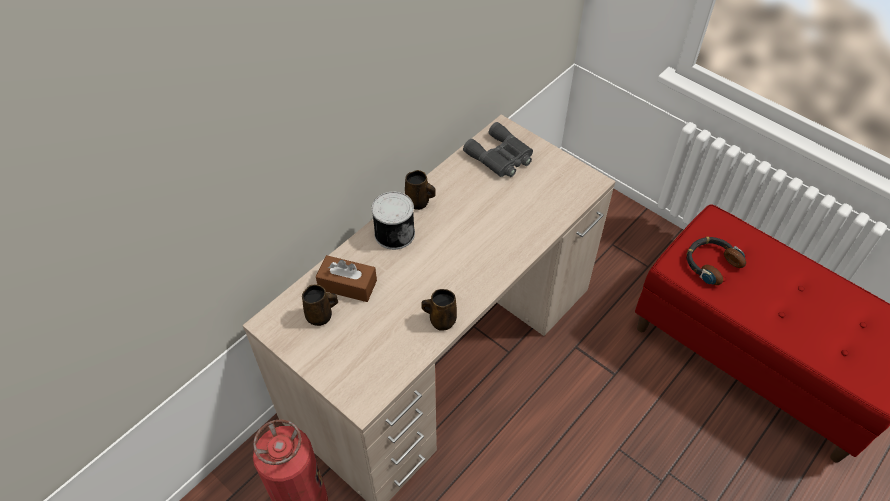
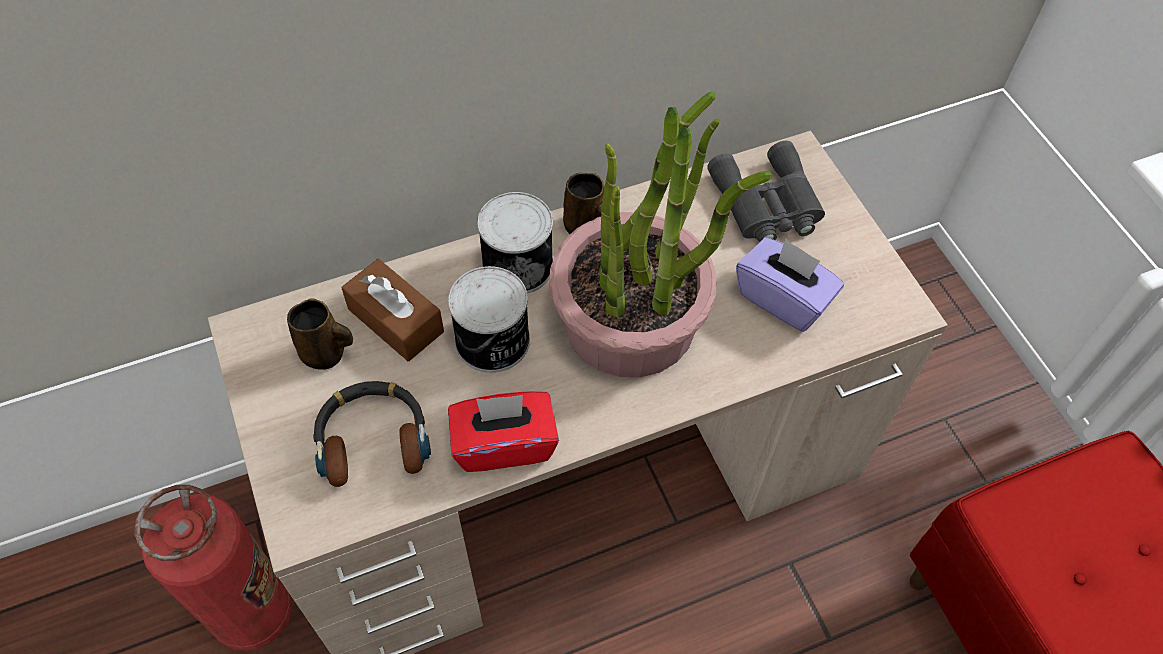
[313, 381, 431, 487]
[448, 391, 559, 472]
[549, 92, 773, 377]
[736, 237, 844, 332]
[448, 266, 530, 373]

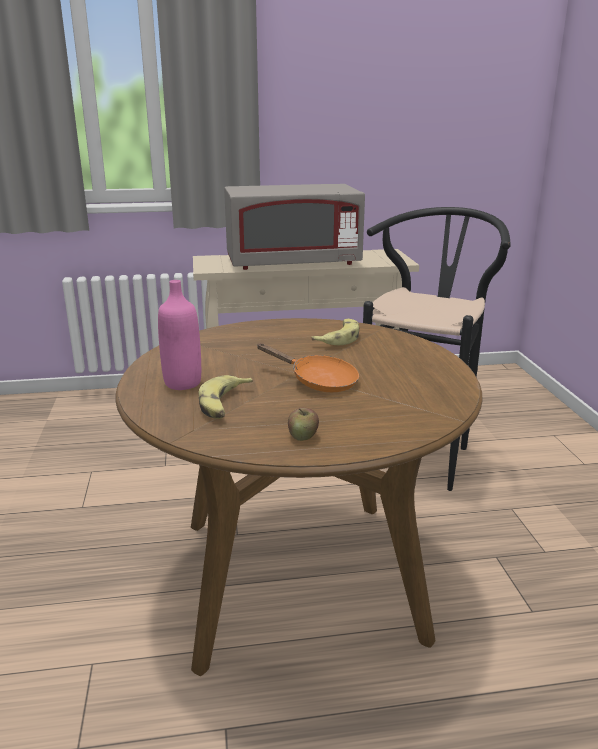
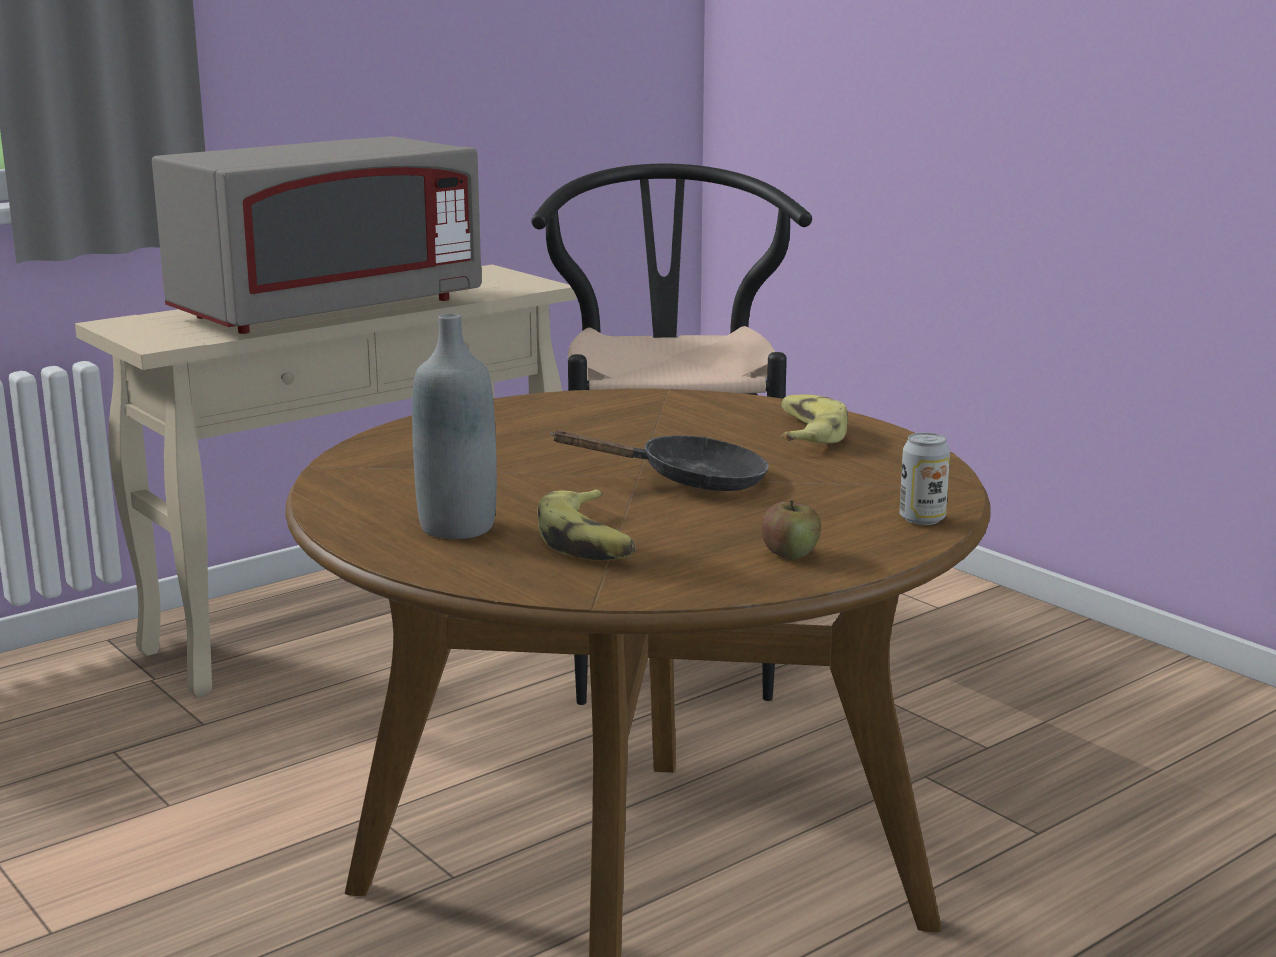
[412, 314, 497, 539]
[781, 395, 848, 443]
[550, 430, 769, 491]
[900, 433, 950, 525]

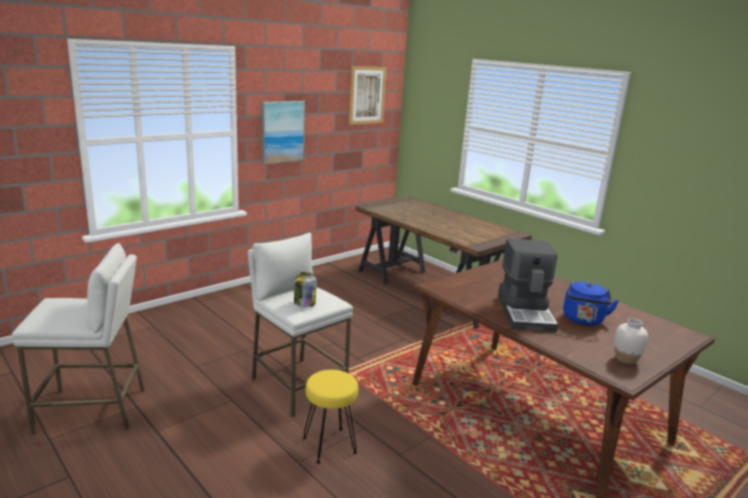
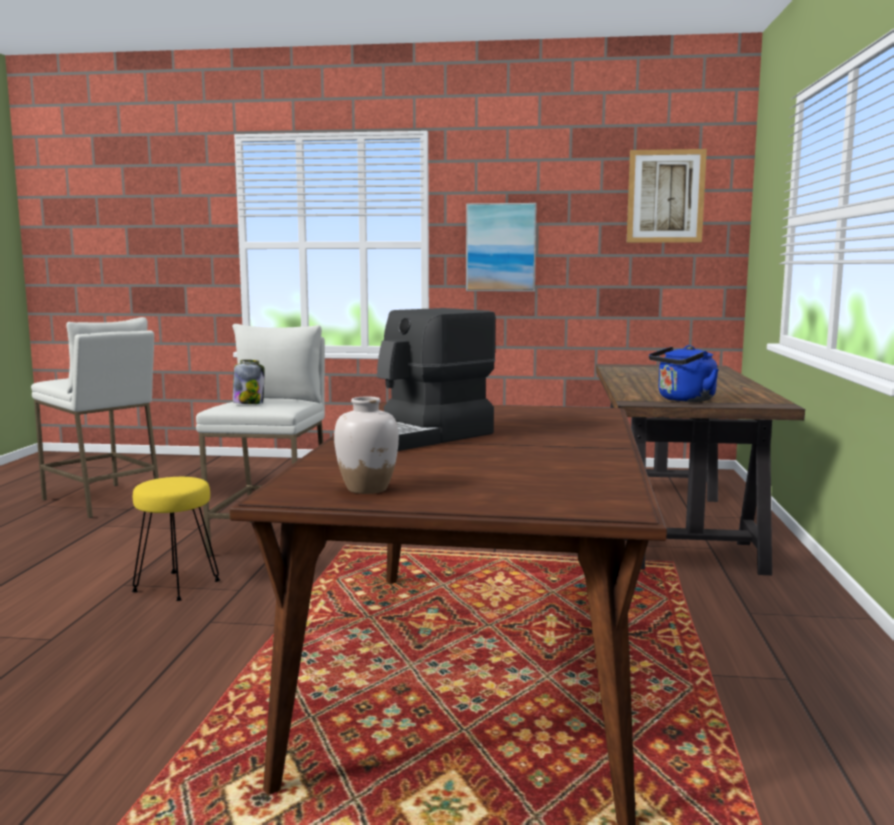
[649, 345, 719, 402]

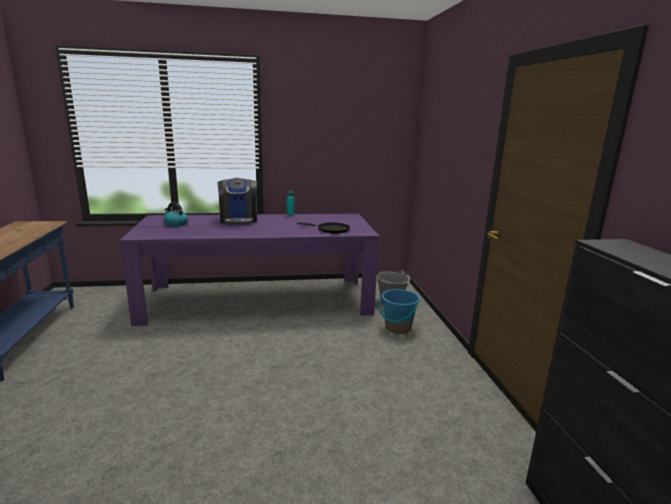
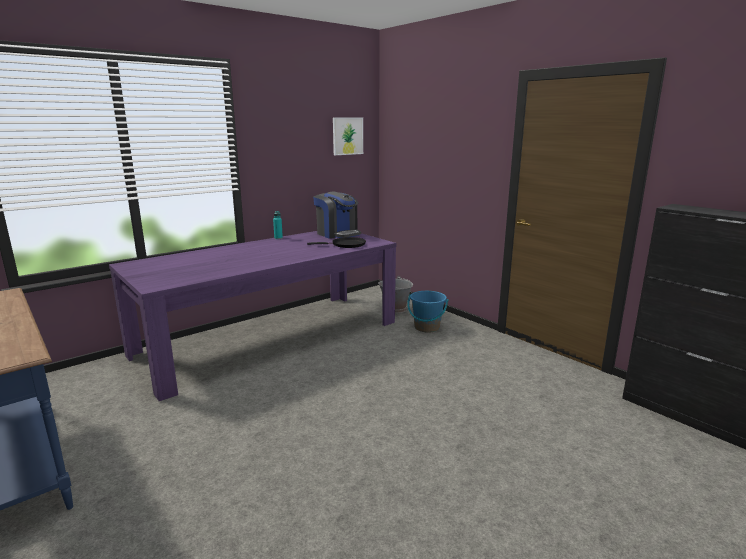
[313, 192, 361, 239]
[163, 202, 188, 226] (first image)
[333, 117, 363, 155]

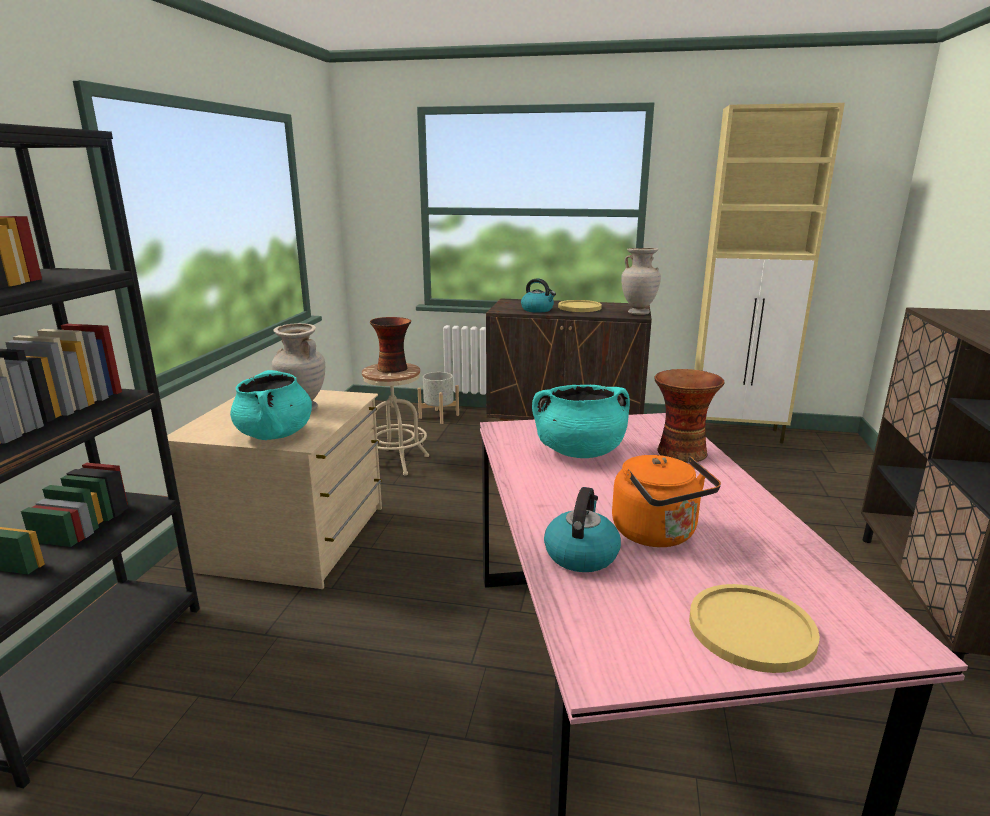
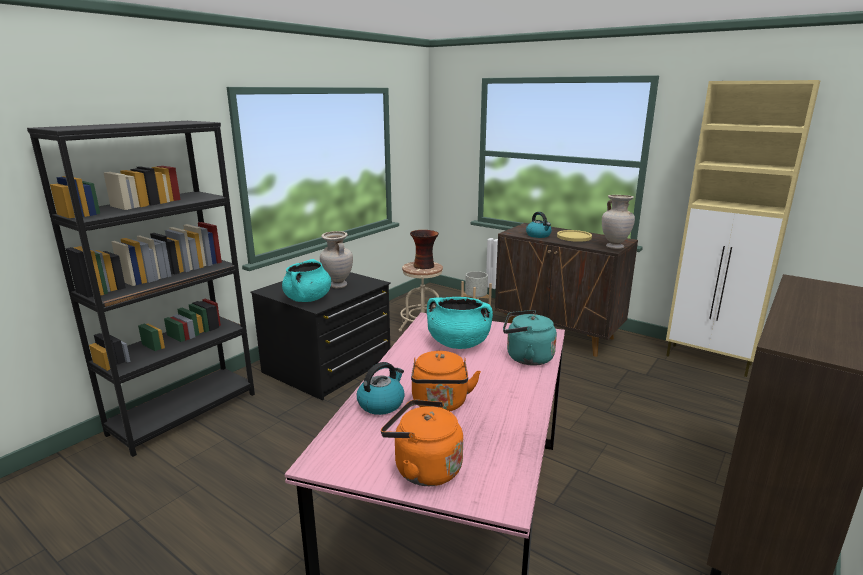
[503, 310, 557, 366]
[251, 272, 391, 400]
[381, 400, 463, 486]

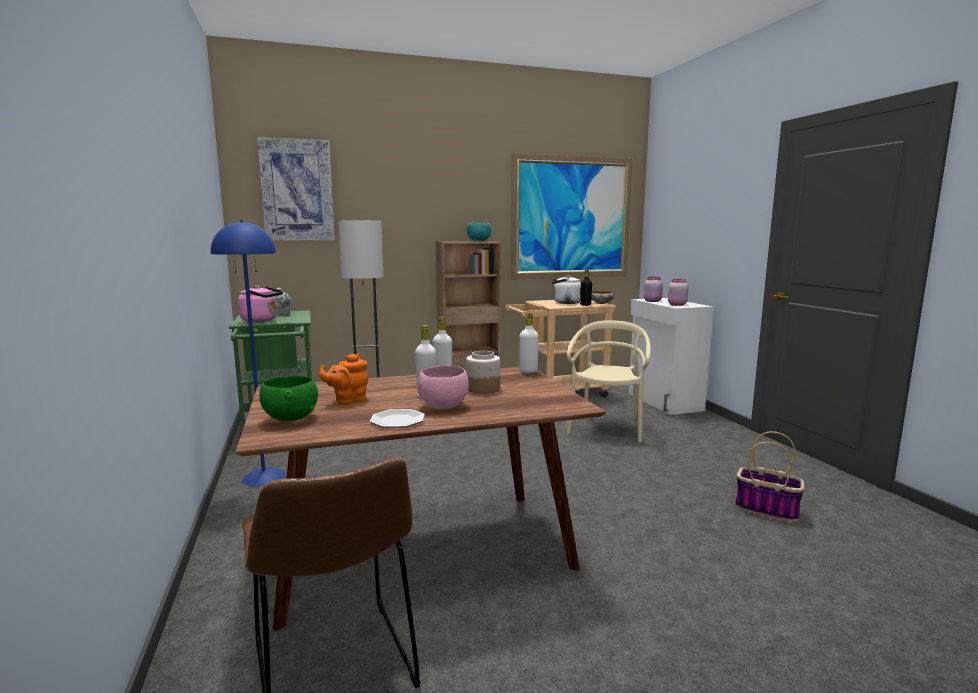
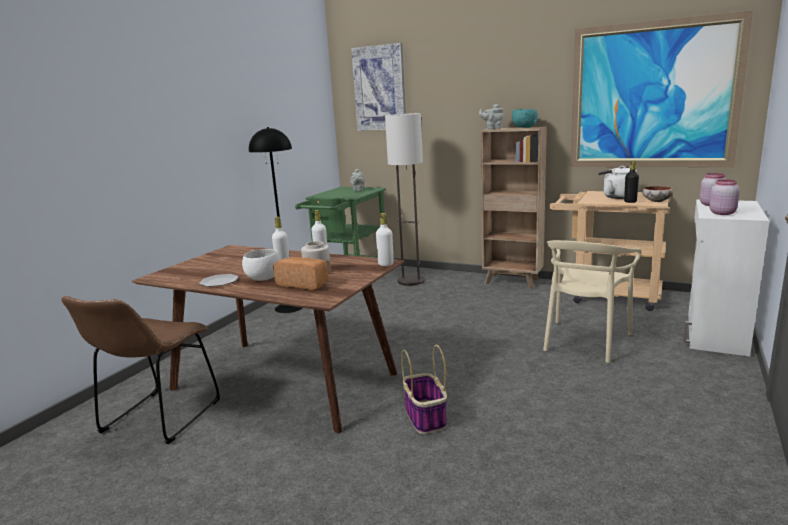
[249, 127, 302, 313]
[238, 286, 283, 322] (first image)
[543, 240, 642, 363]
[319, 353, 368, 405] (first image)
[242, 249, 281, 281]
[259, 376, 318, 421] (first image)
[401, 345, 447, 434]
[479, 104, 504, 129]
[273, 257, 328, 290]

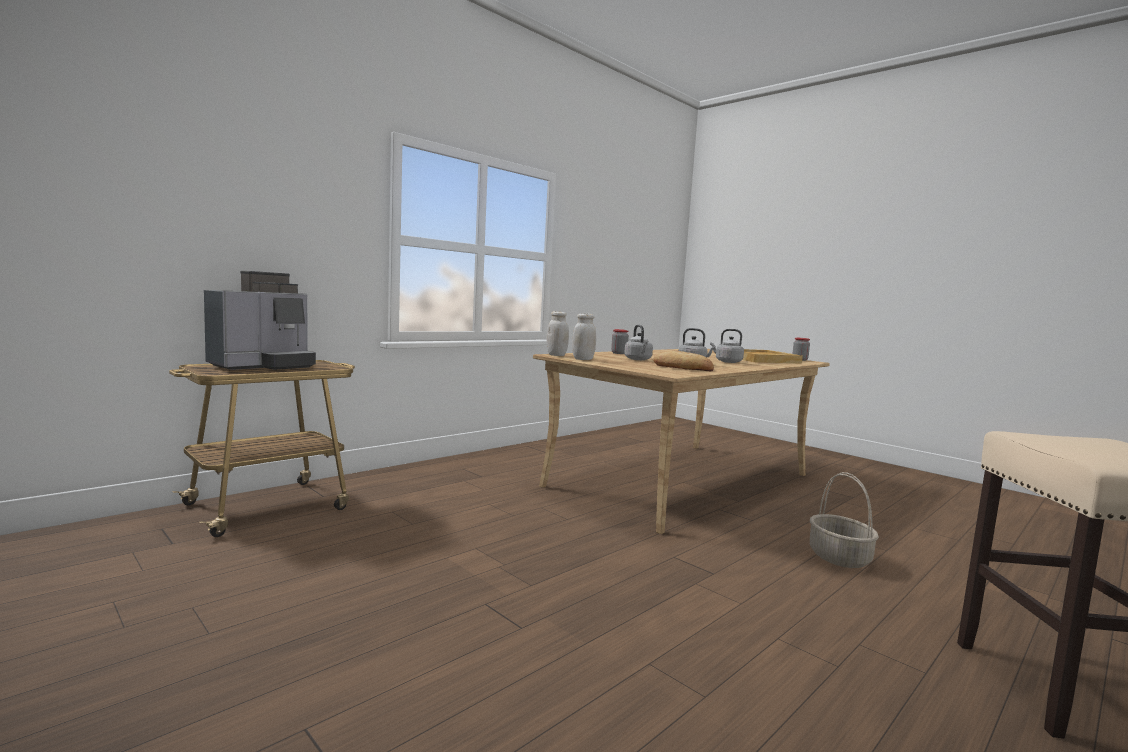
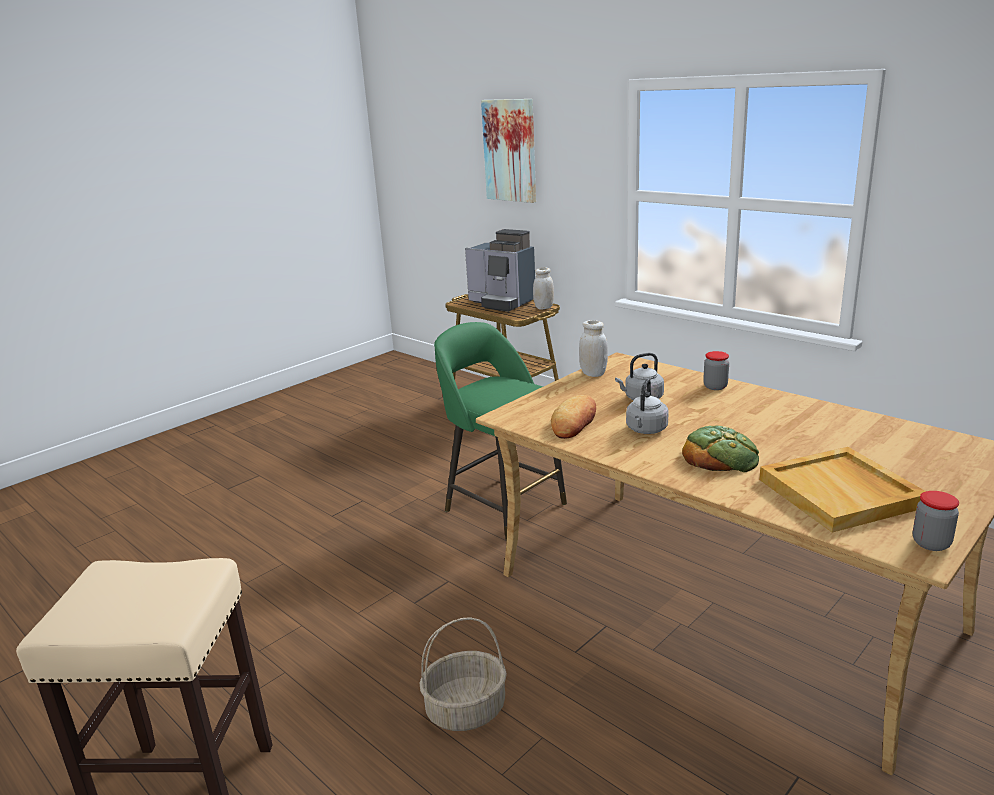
[533, 267, 554, 310]
[682, 426, 759, 472]
[481, 99, 536, 203]
[434, 322, 567, 540]

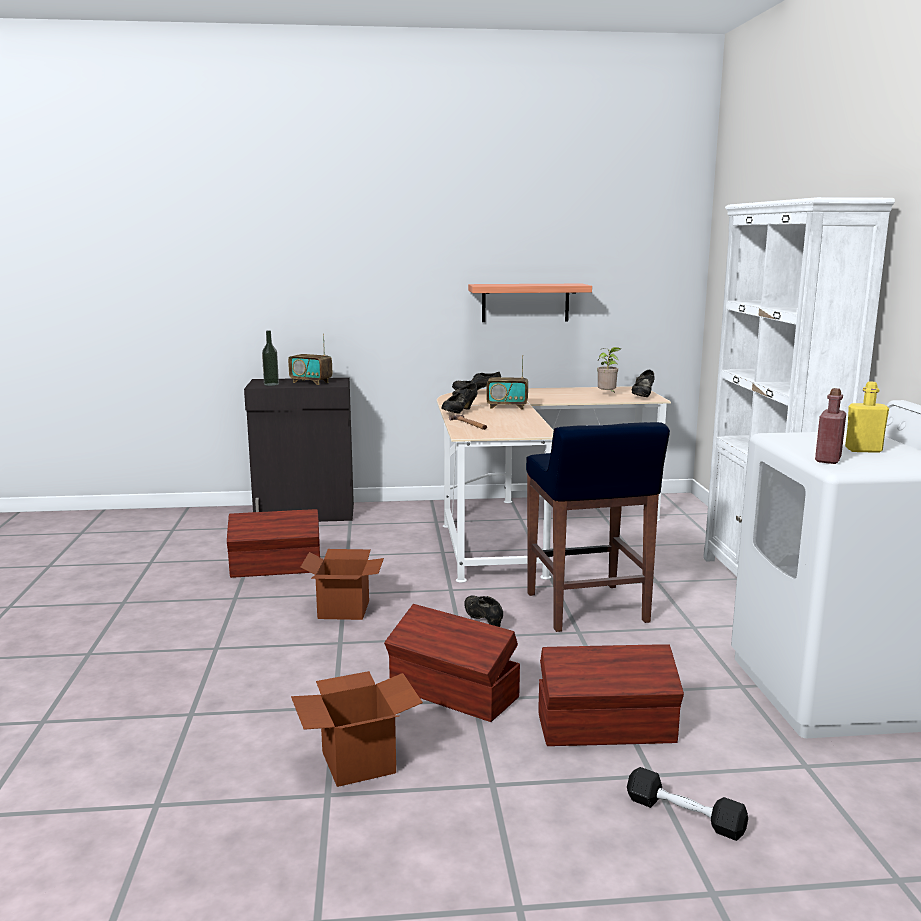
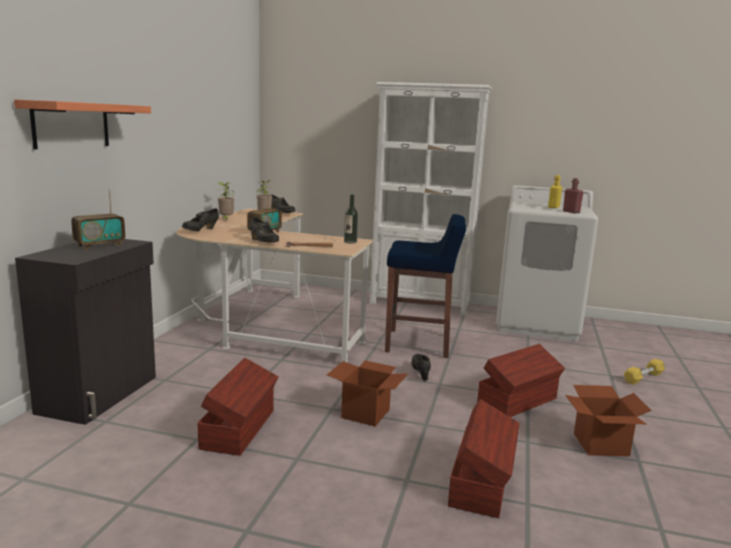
[14, 99, 151, 149]
[344, 195, 358, 244]
[411, 354, 431, 381]
[448, 399, 520, 518]
[624, 359, 665, 385]
[218, 182, 234, 220]

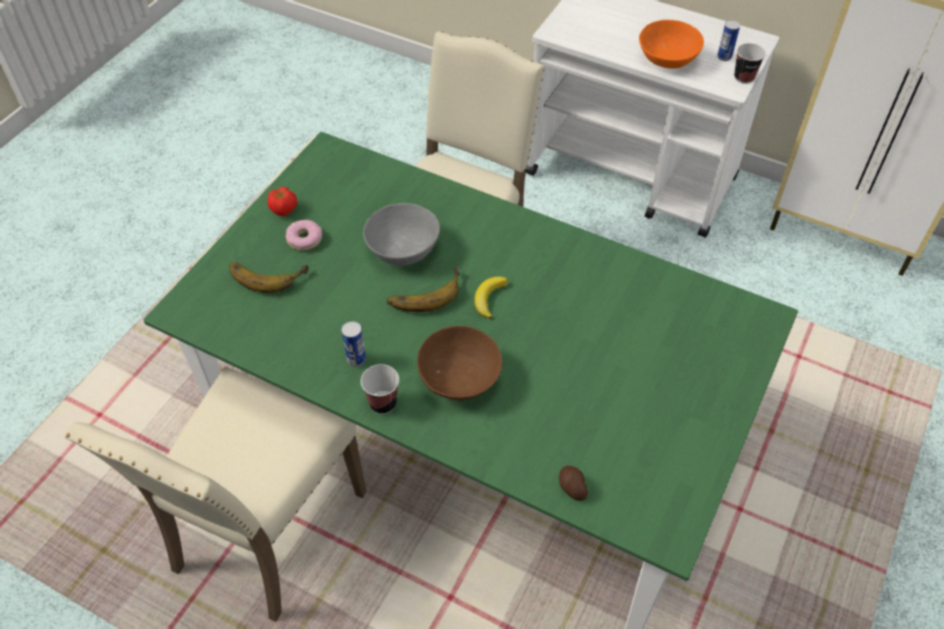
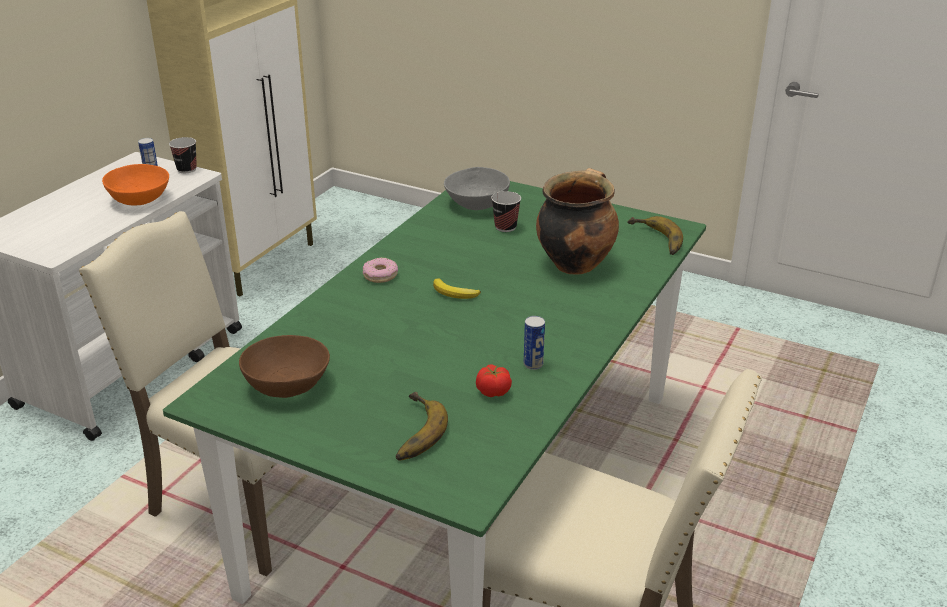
[476, 364, 512, 397]
[444, 167, 510, 210]
[363, 258, 398, 283]
[627, 216, 683, 255]
[239, 335, 330, 398]
[491, 191, 521, 232]
[559, 466, 588, 501] (first image)
[536, 168, 619, 274]

